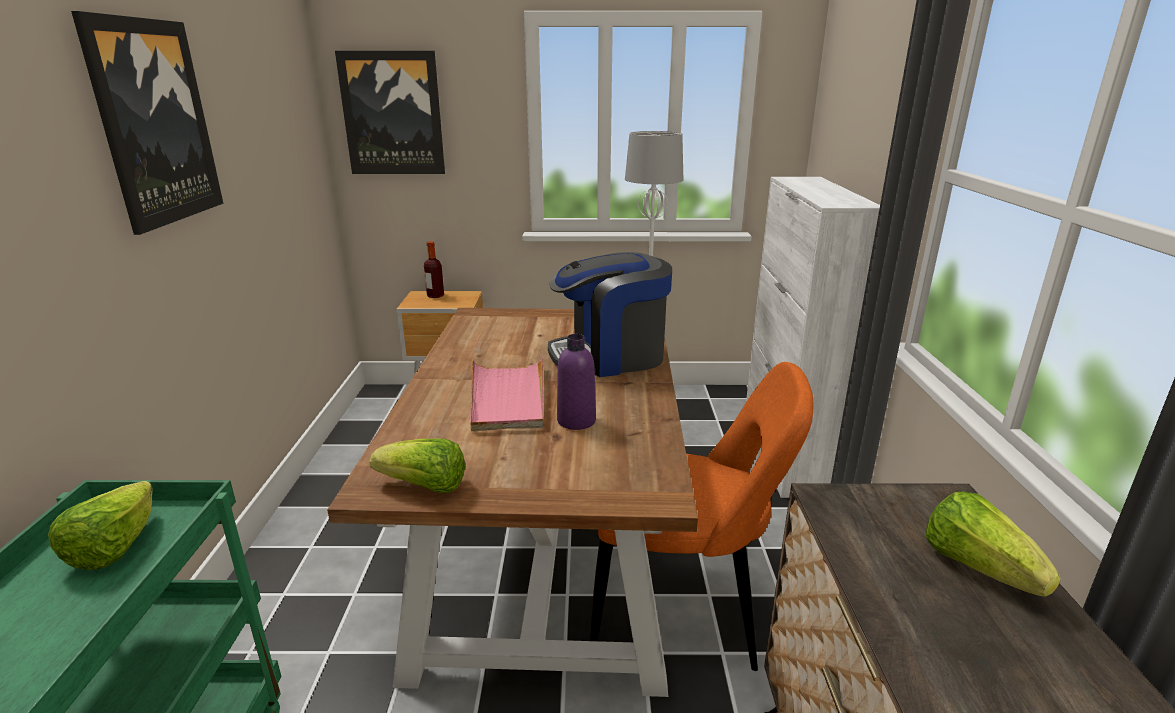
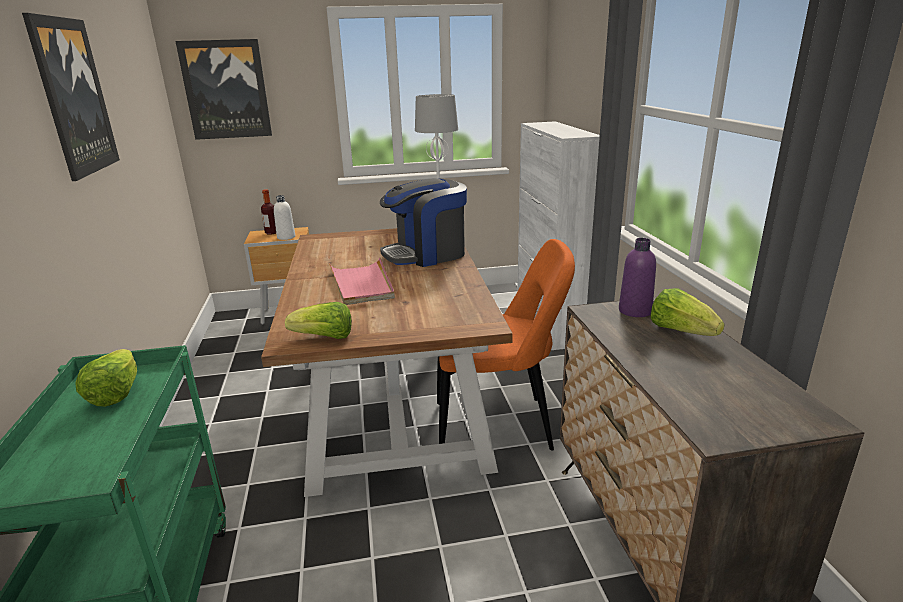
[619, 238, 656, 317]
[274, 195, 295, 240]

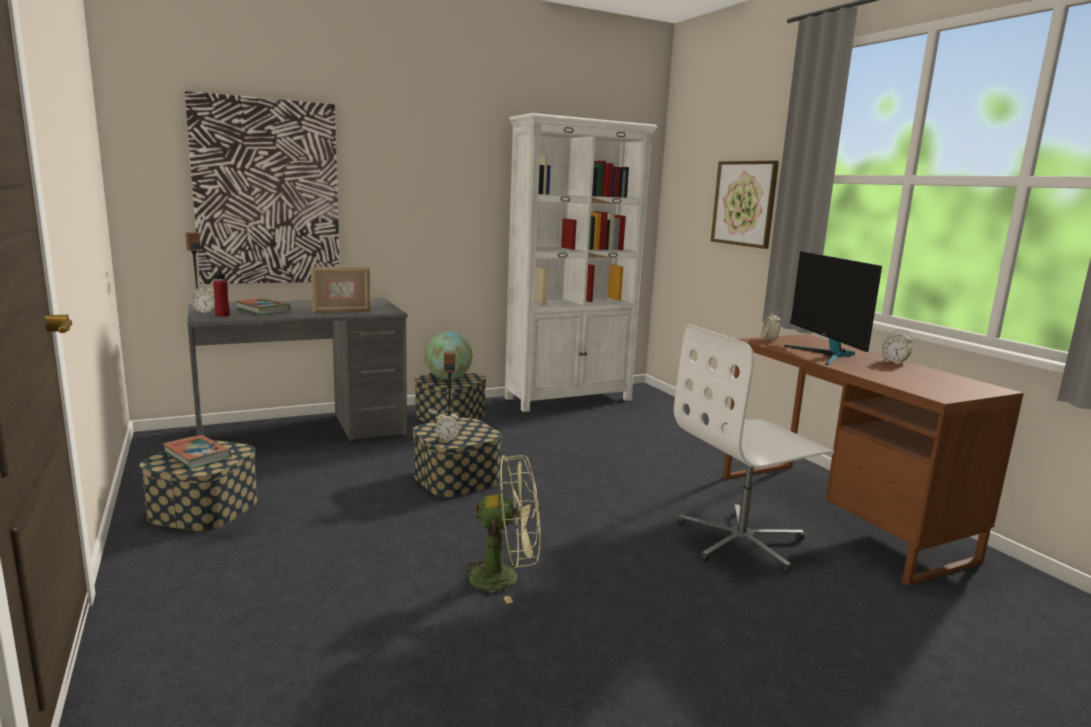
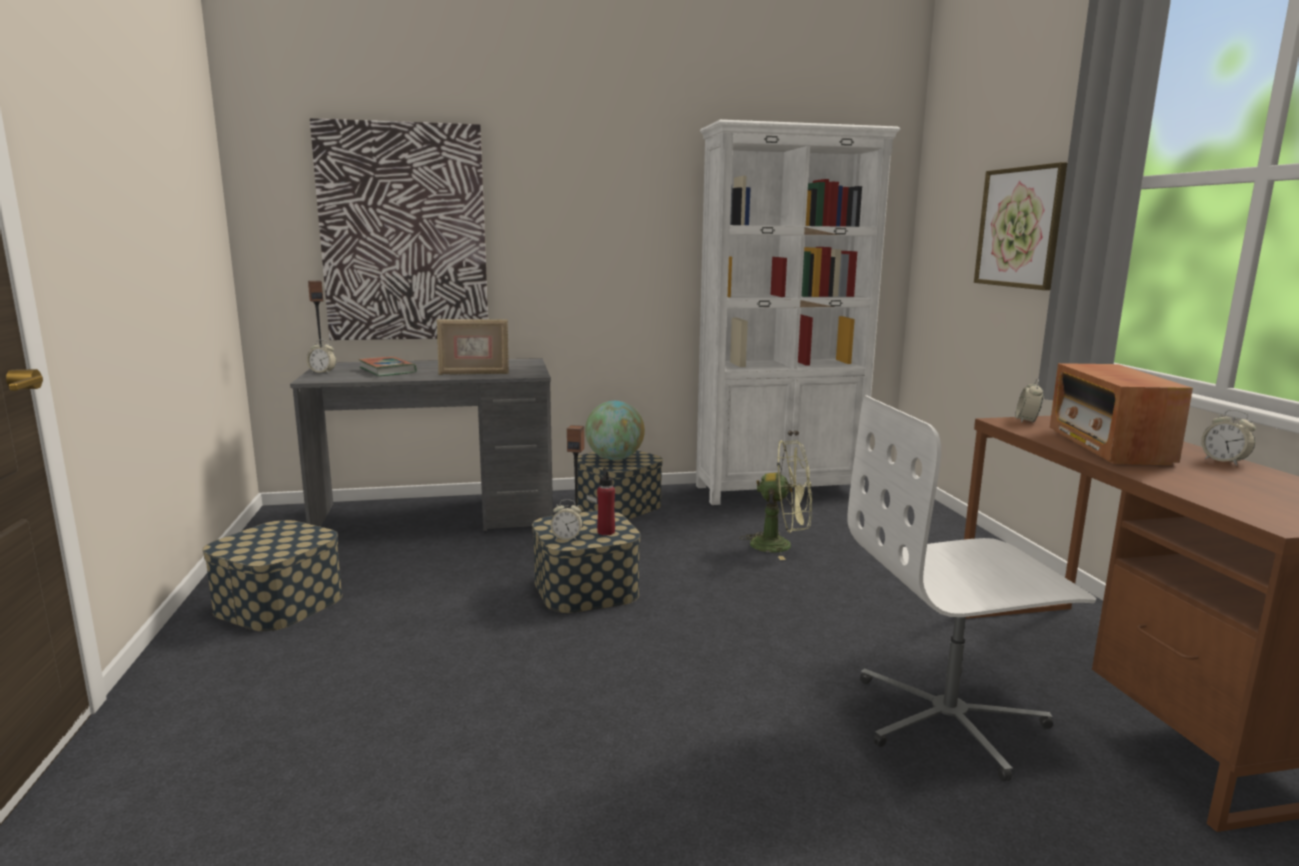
[1050, 363, 1193, 465]
[597, 468, 615, 535]
[162, 435, 232, 469] (first image)
[739, 440, 812, 560]

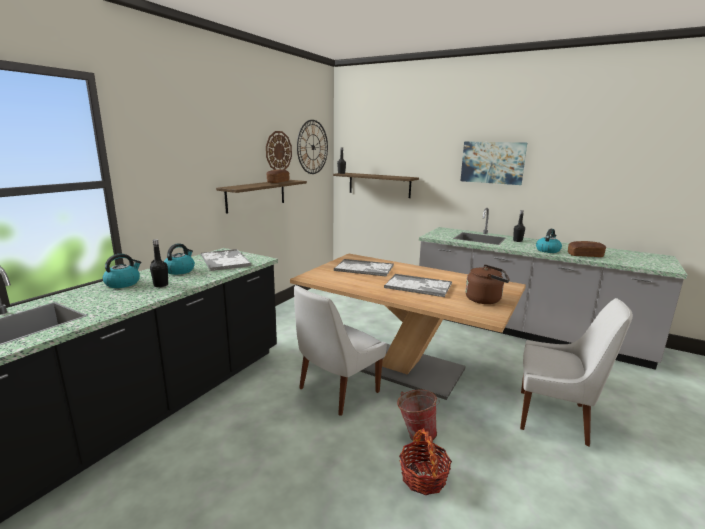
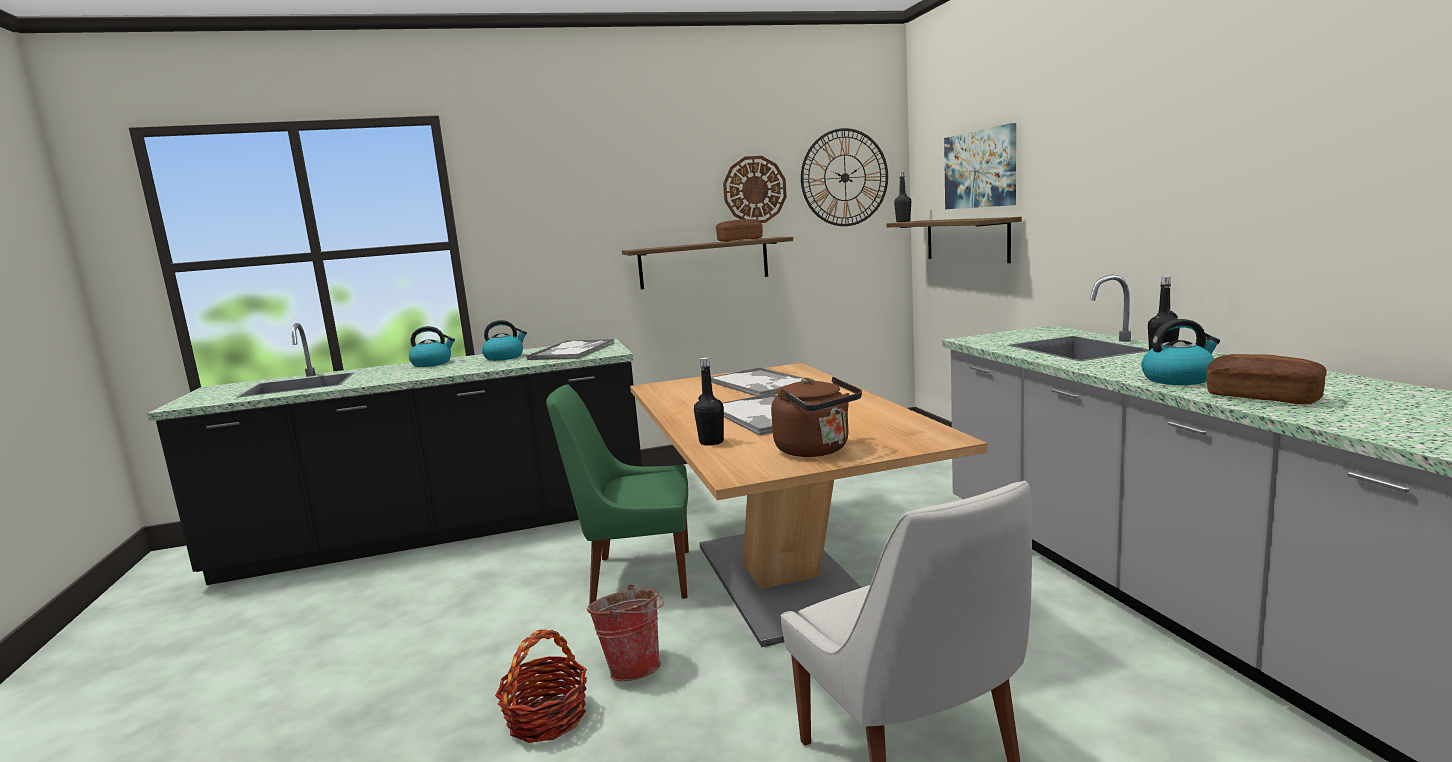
[944, 123, 1016, 209]
[694, 357, 724, 446]
[546, 384, 689, 604]

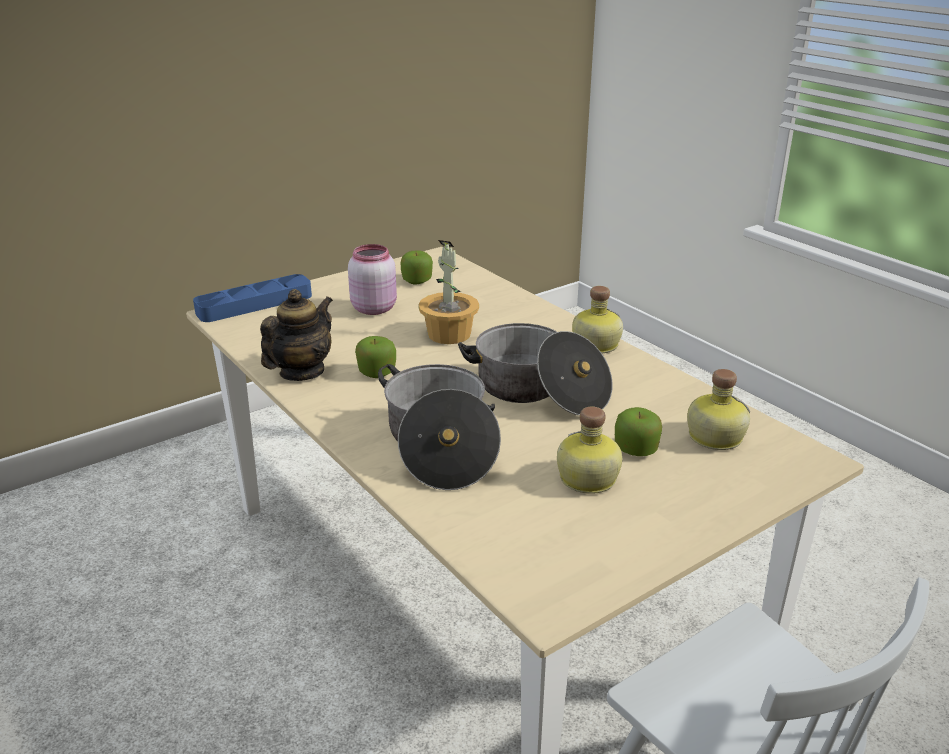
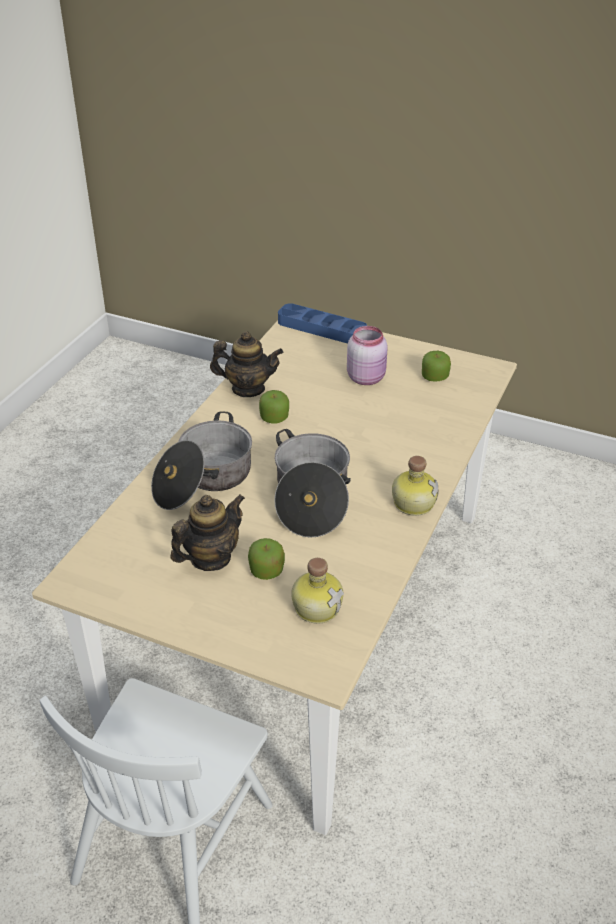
[418, 240, 479, 344] (first image)
[170, 494, 245, 571]

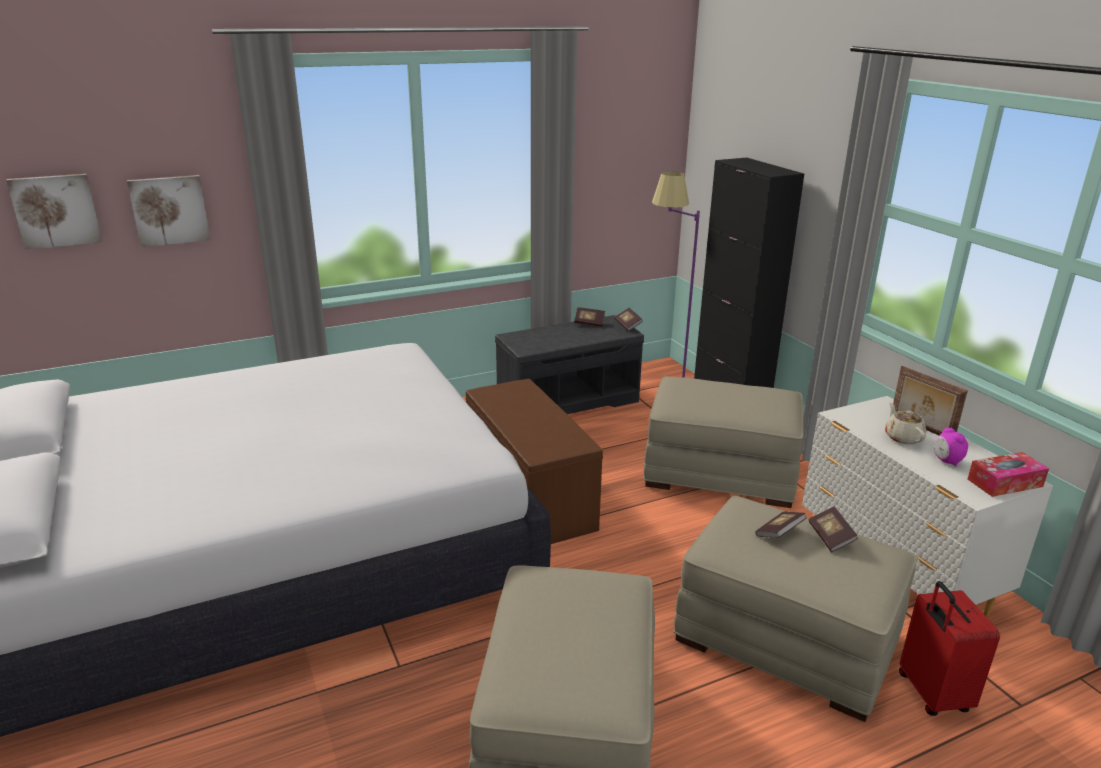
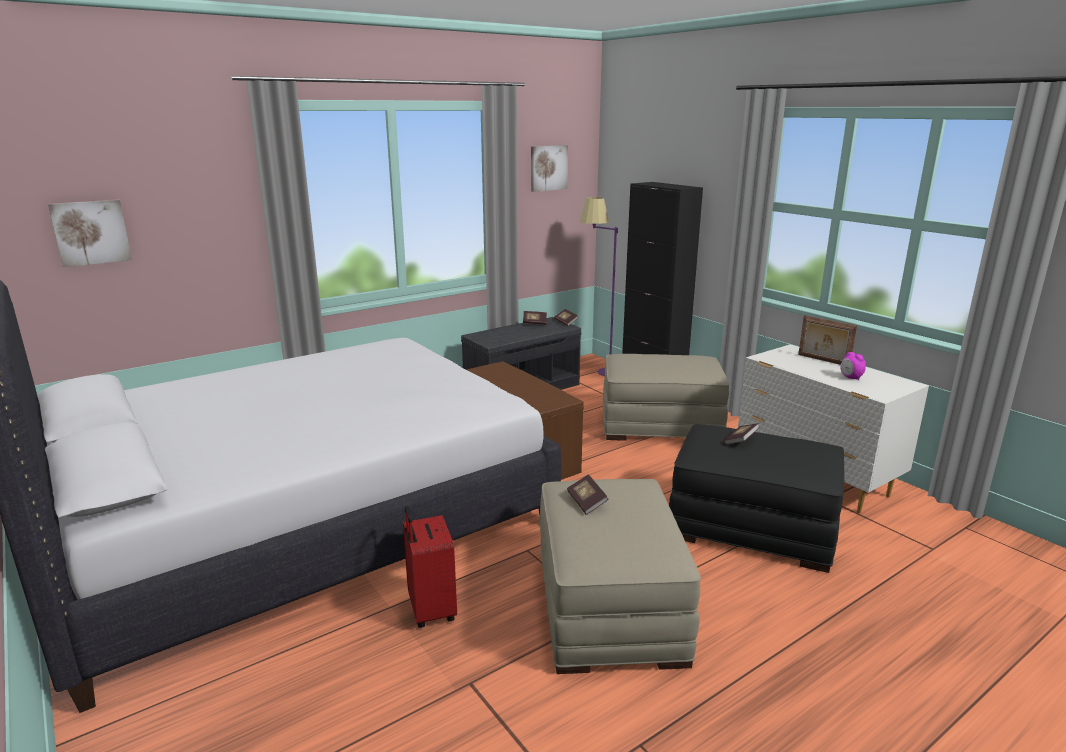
[531, 145, 568, 192]
[885, 403, 926, 444] (first image)
[967, 452, 1049, 497] (first image)
[669, 424, 844, 573]
[567, 474, 609, 515]
[403, 506, 457, 628]

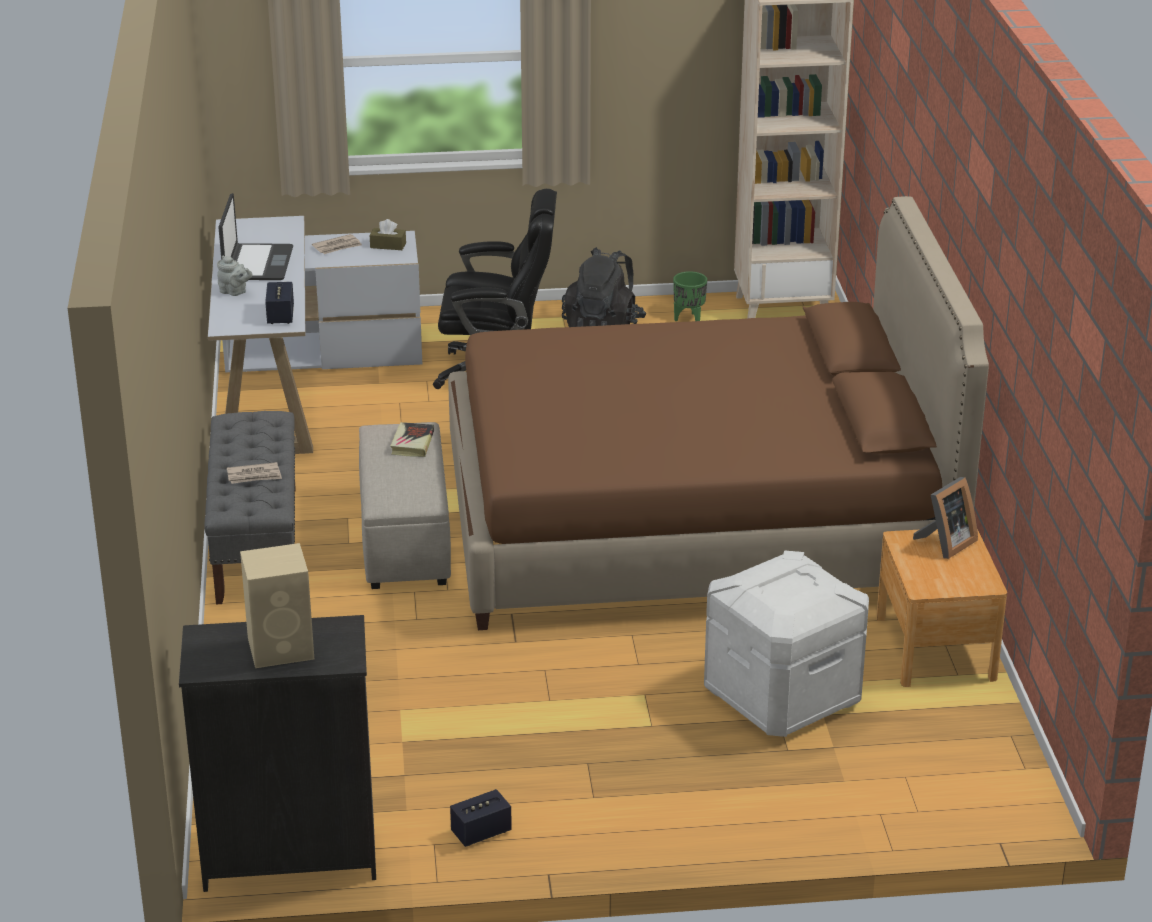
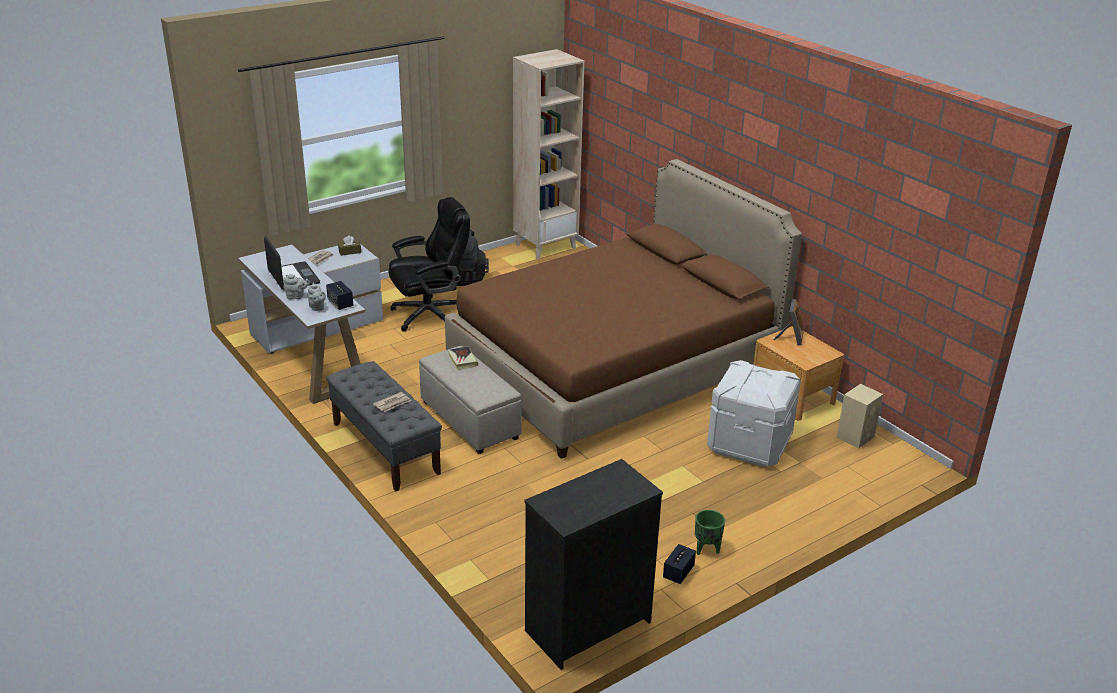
[695, 510, 725, 555]
[836, 384, 883, 449]
[308, 283, 326, 311]

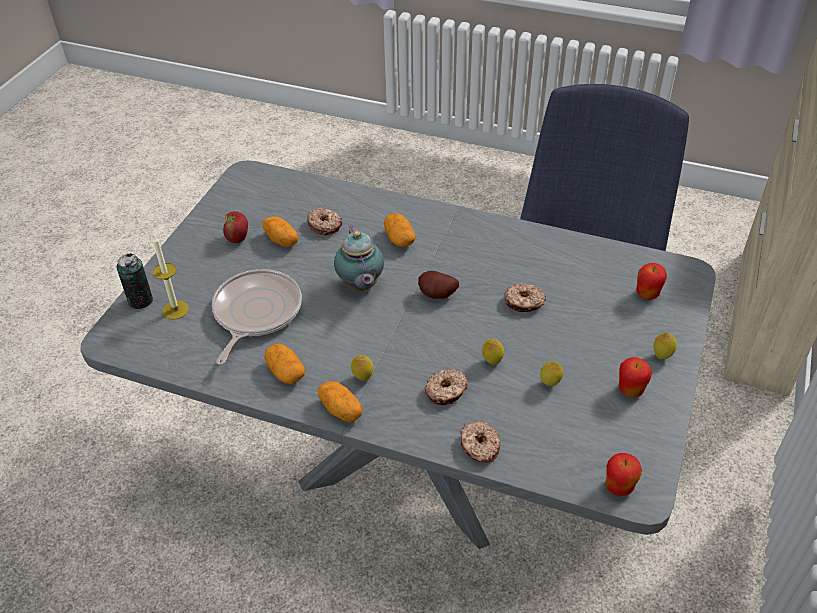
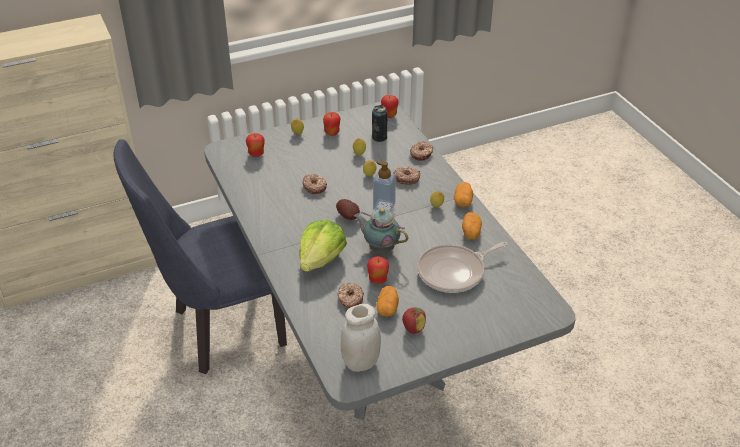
[299, 220, 347, 272]
[354, 208, 408, 253]
[153, 236, 189, 320] (first image)
[372, 105, 388, 142]
[373, 161, 396, 212]
[367, 256, 389, 284]
[341, 304, 381, 372]

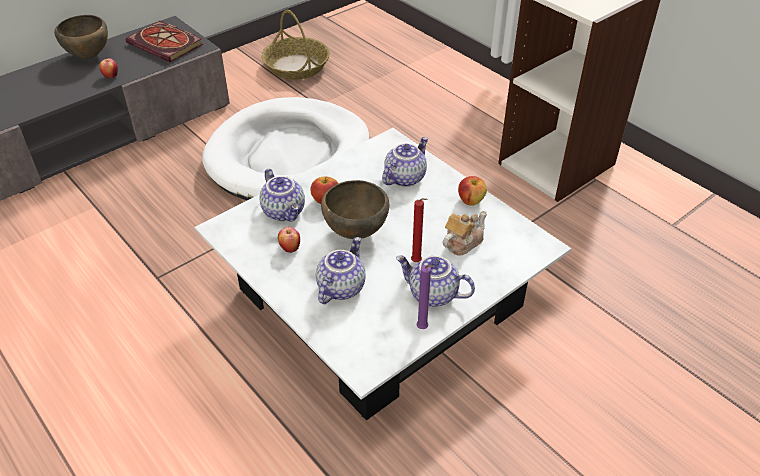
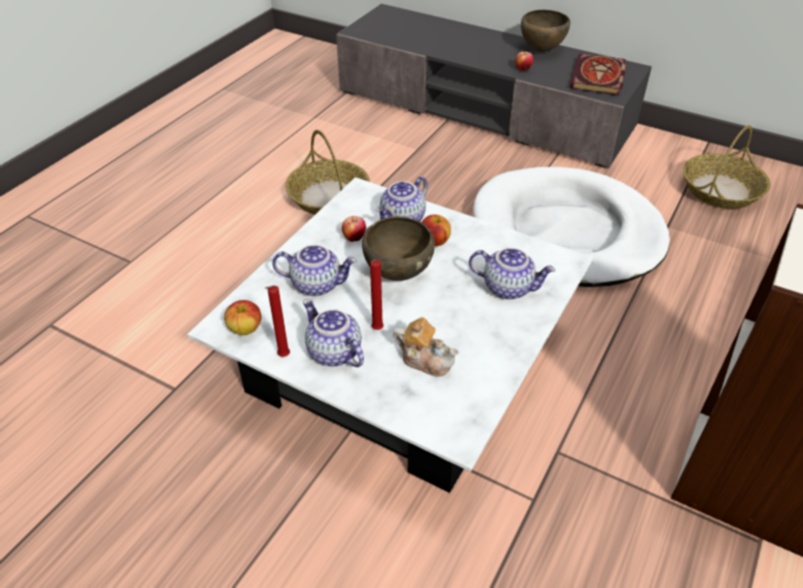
[224, 300, 261, 335]
[303, 299, 364, 367]
[265, 286, 290, 357]
[285, 130, 370, 215]

